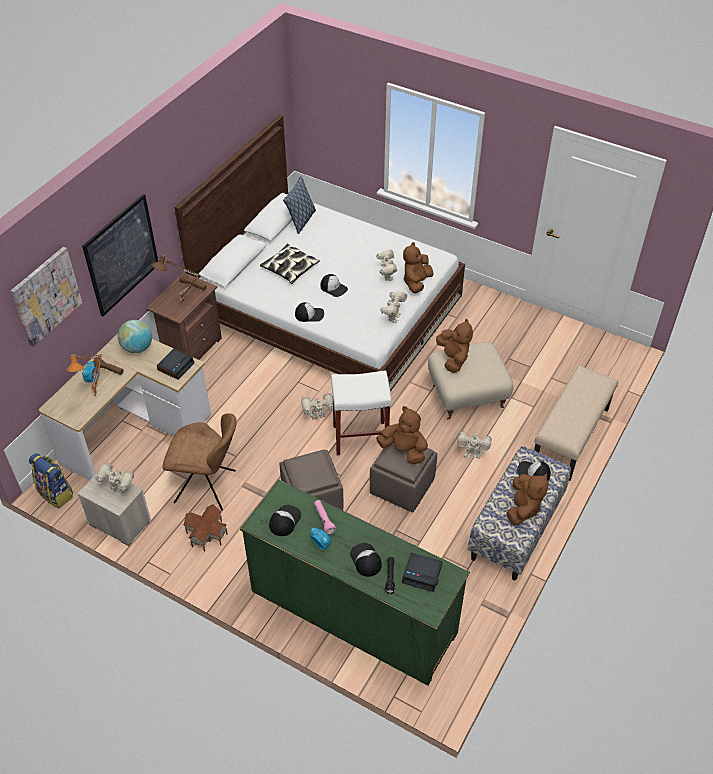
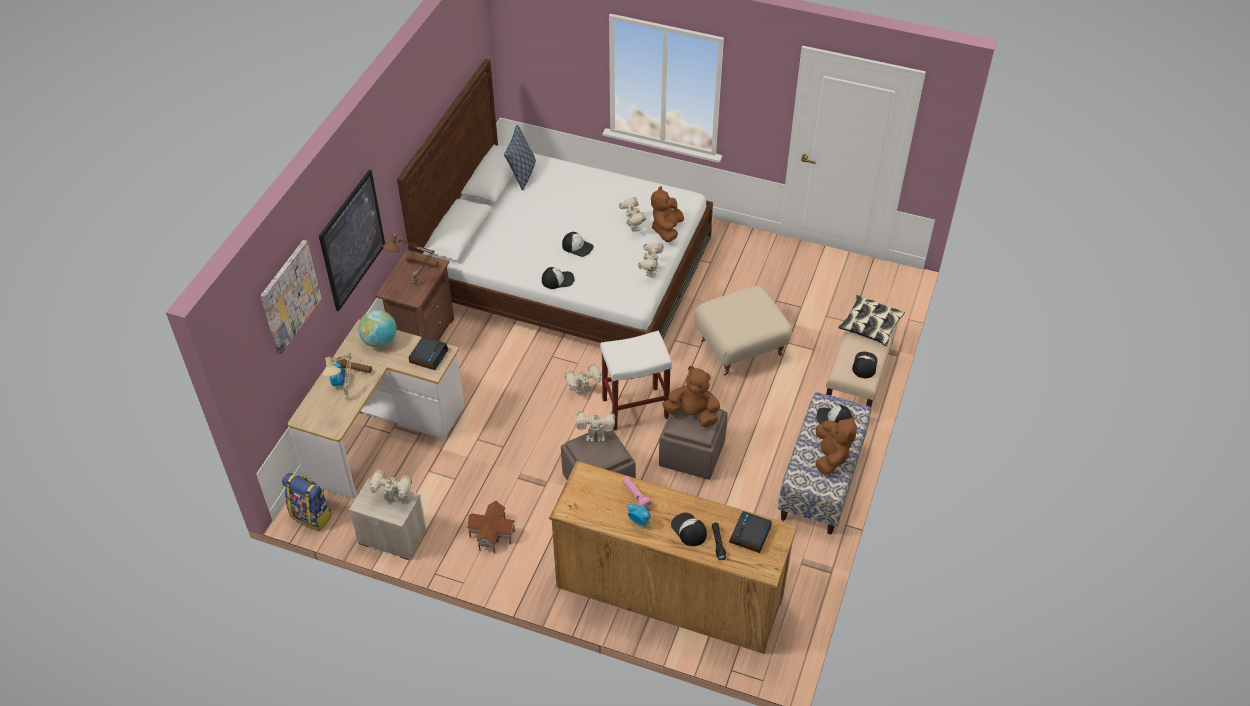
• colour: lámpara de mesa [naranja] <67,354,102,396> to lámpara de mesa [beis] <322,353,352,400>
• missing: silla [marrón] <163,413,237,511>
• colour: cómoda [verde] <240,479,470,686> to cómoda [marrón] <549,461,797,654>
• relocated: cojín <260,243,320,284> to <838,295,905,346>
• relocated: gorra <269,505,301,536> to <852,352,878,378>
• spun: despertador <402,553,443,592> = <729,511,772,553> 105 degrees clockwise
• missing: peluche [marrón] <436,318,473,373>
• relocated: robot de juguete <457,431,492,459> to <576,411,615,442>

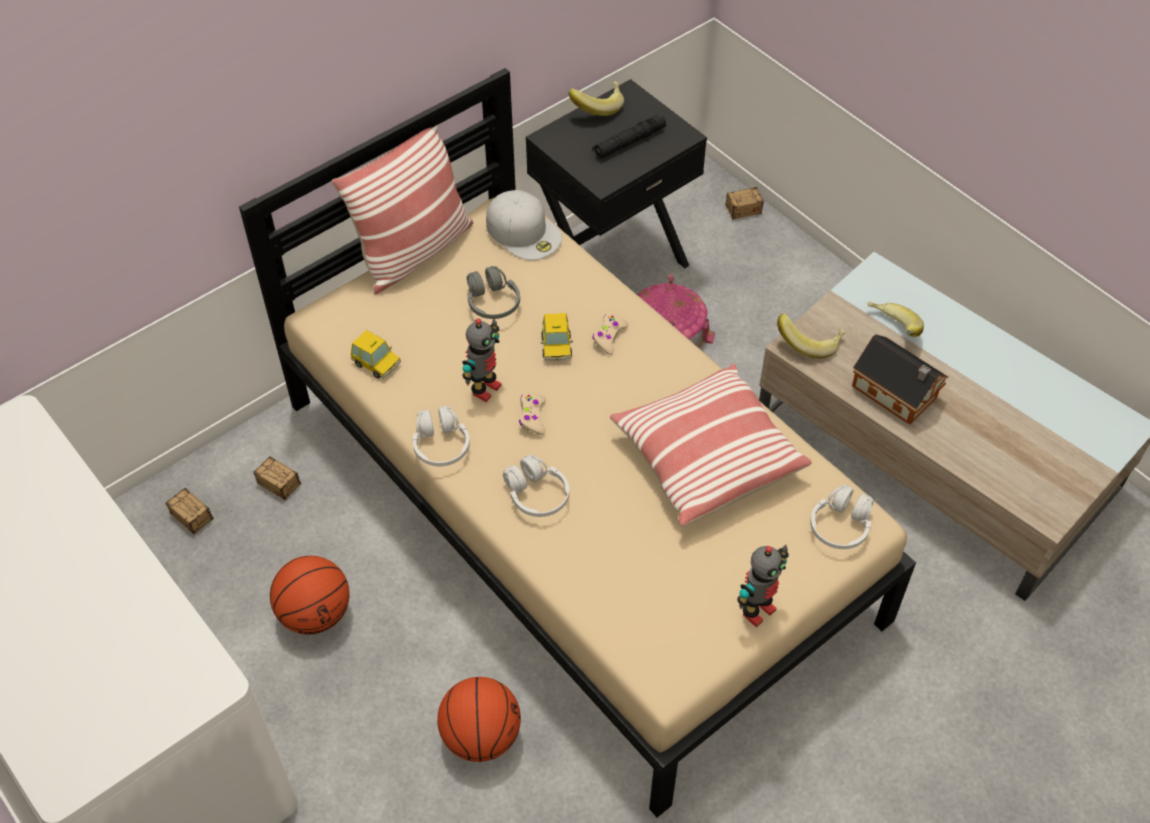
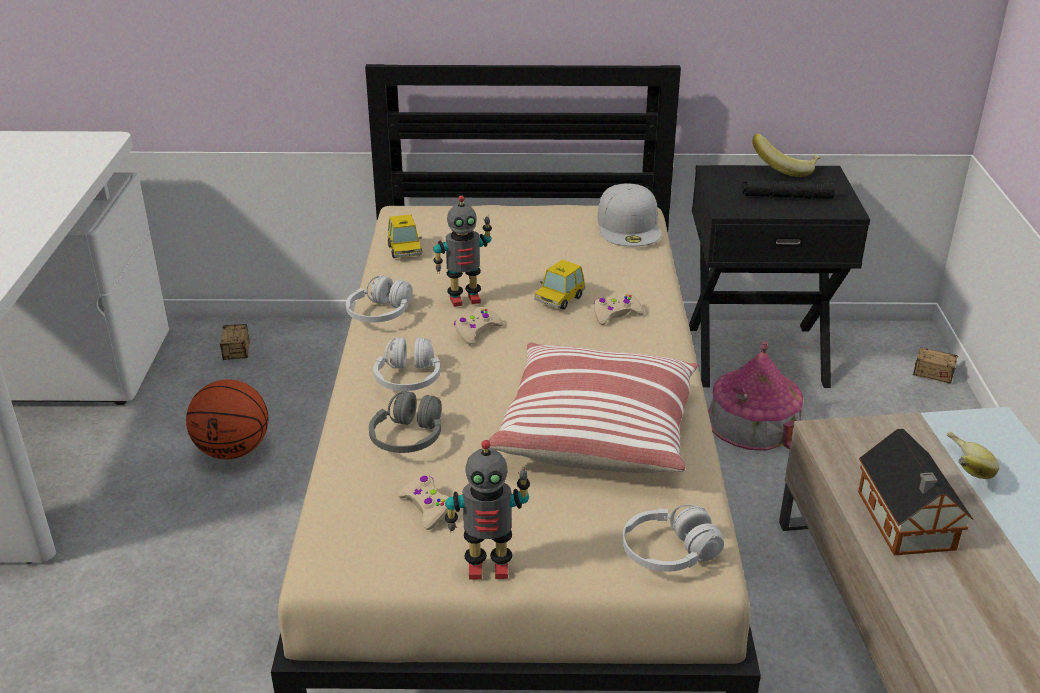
• missing: caja de almacenaje <253,456,330,500>
• missing: cojín <332,125,473,294>
• missing: balón de baloncesto <437,677,521,762>
• relocated: auriculares [gris] <467,266,520,319> to <369,391,442,453>
• missing: plátano <777,313,846,359>
• appeared: mando de consola [beis] <397,475,449,530>

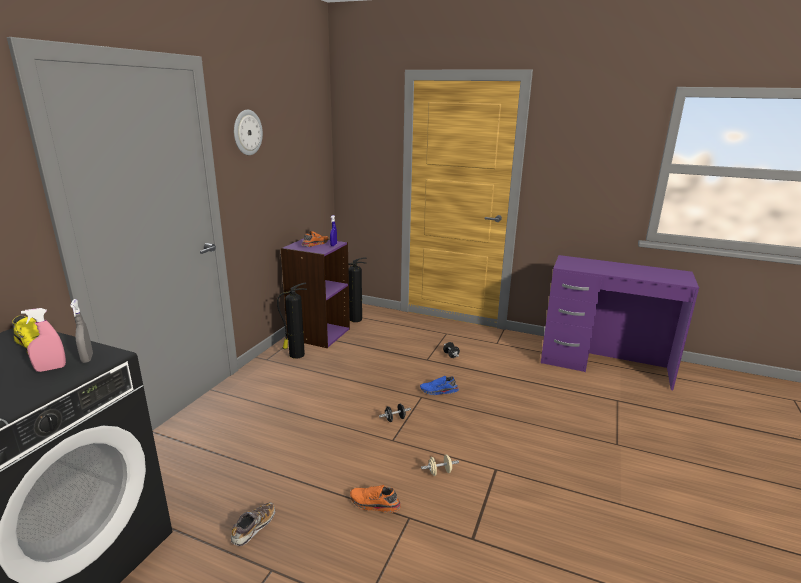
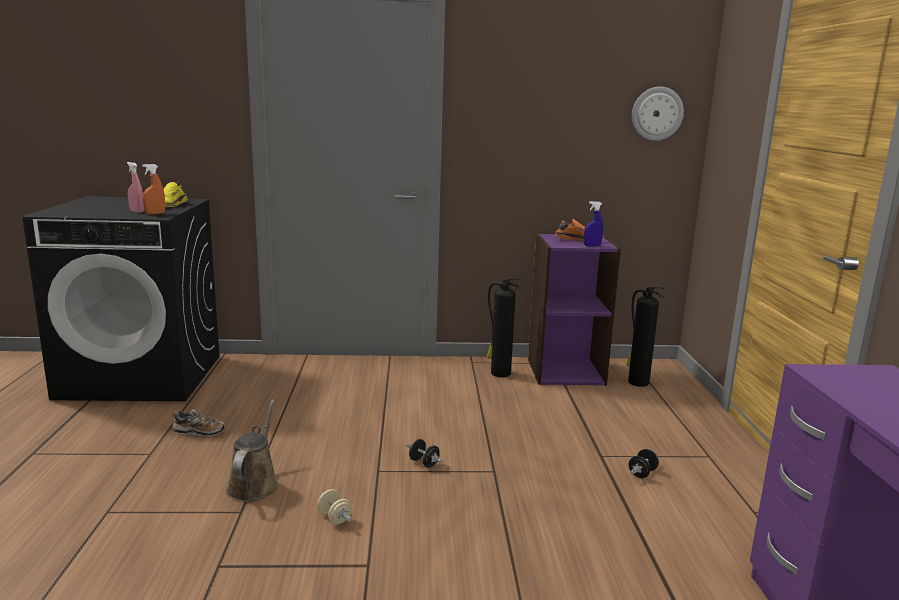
• colour: pulverizador [gris] <70,299,93,363> to pulverizador [naranja] <142,164,165,215>
• relocated: reloj de pared <234,110,263,155> to <632,87,684,141>
• exchanged: zapato [naranja] <350,485,401,513> to regadera [marrón] <226,399,278,502>
• missing: zapato [azul] <420,376,459,395>

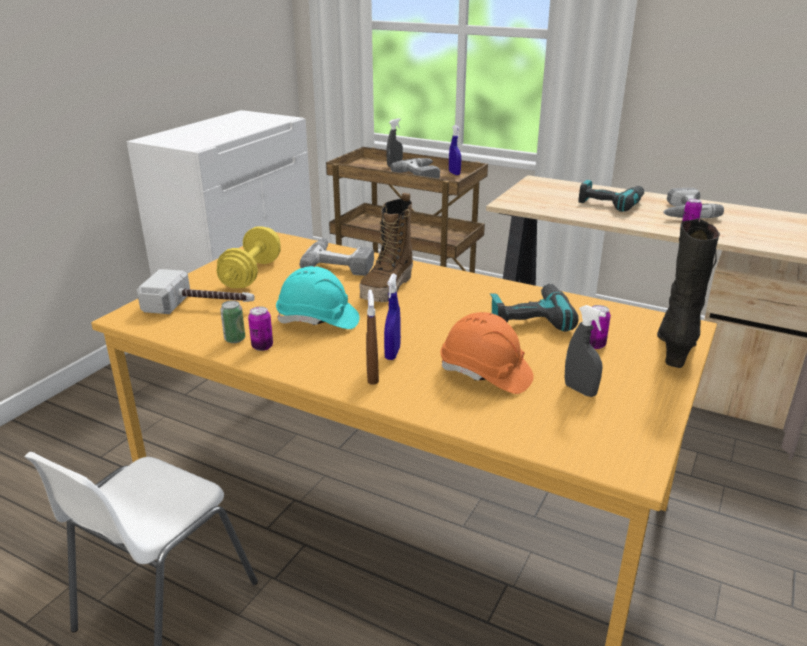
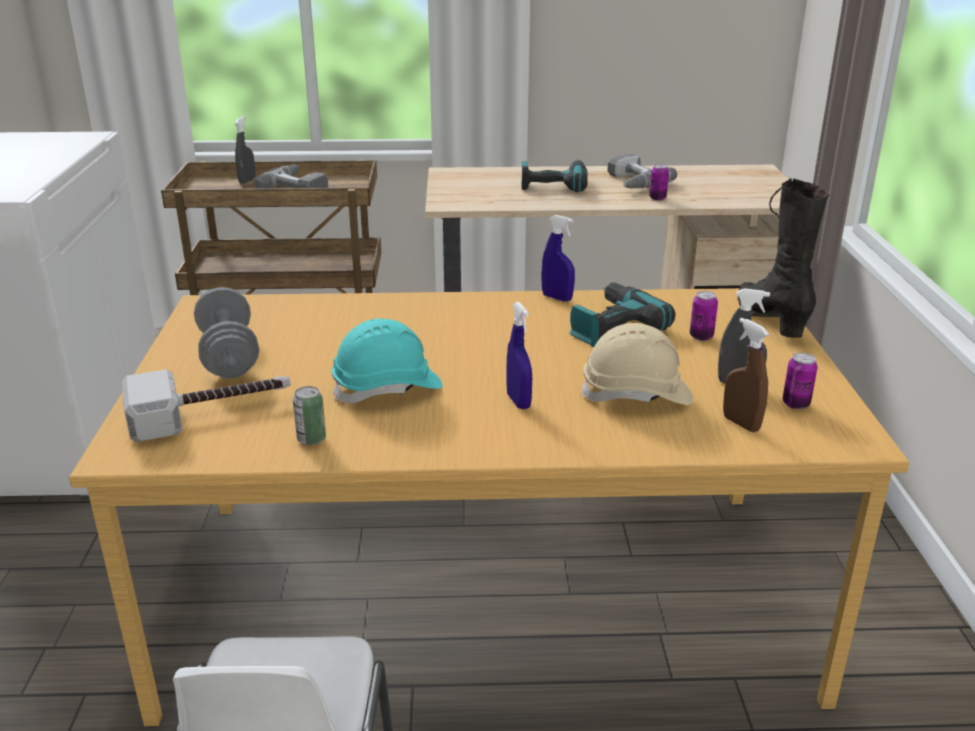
• colour: mancuerna [amarillo] <217,227,281,288> to mancuerna [gris] <194,287,259,378>
• relocated: lata <248,306,273,351> to <783,353,818,409>
• missing: taladro <300,238,374,276>
• missing: bota <359,193,413,302>
• relocated: pulverizador [marrón] <366,289,379,385> to <723,318,769,432>
• colour: casco [naranja] <440,312,533,394> to casco [beis] <581,323,693,405>
• relocated: pulverizador [azul] <449,125,461,175> to <541,215,575,301>

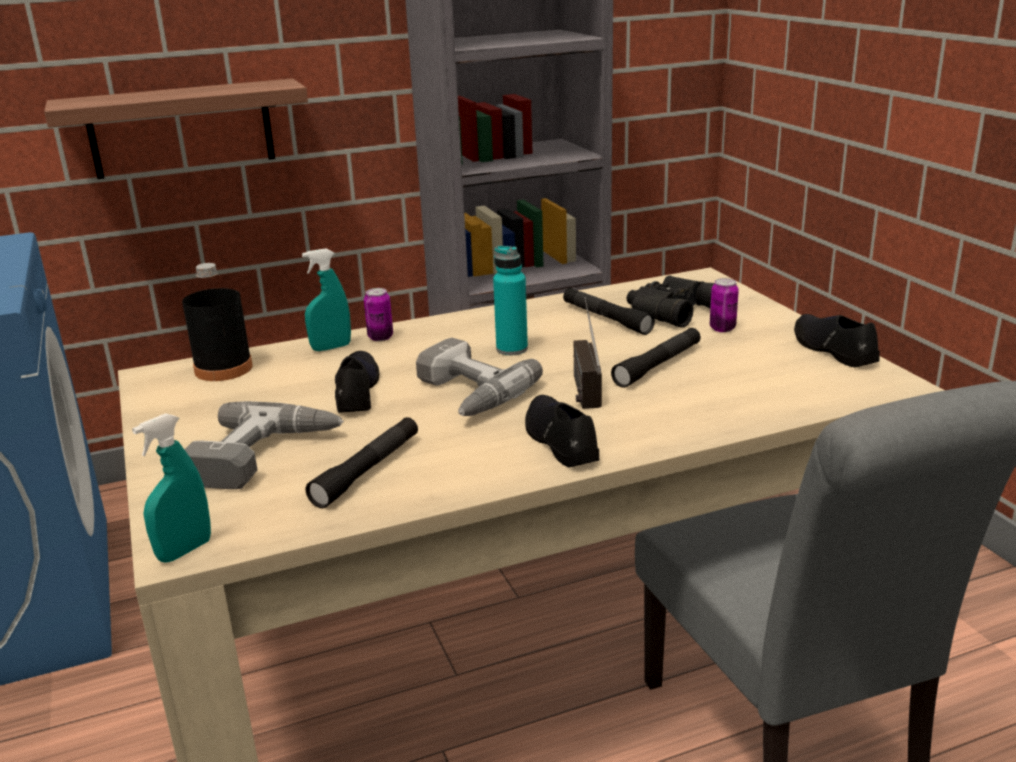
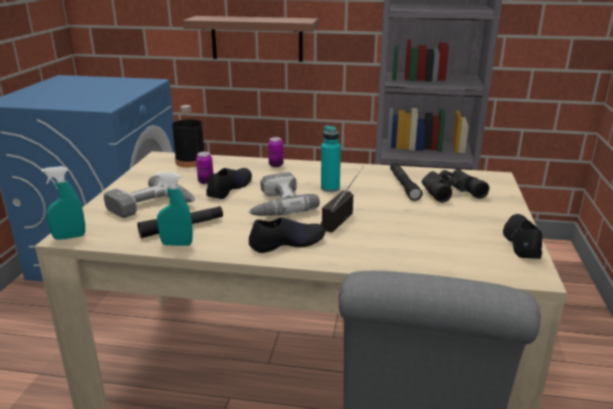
• relocated: pulverizador [turquesa] <302,248,351,351> to <155,172,193,246>
• spun: zapato [negro] <525,395,599,467> = <249,218,325,253> 60 degrees clockwise
• missing: linterna [negro] <611,328,701,388>
• relocated: lata <710,278,739,332> to <196,152,213,184>

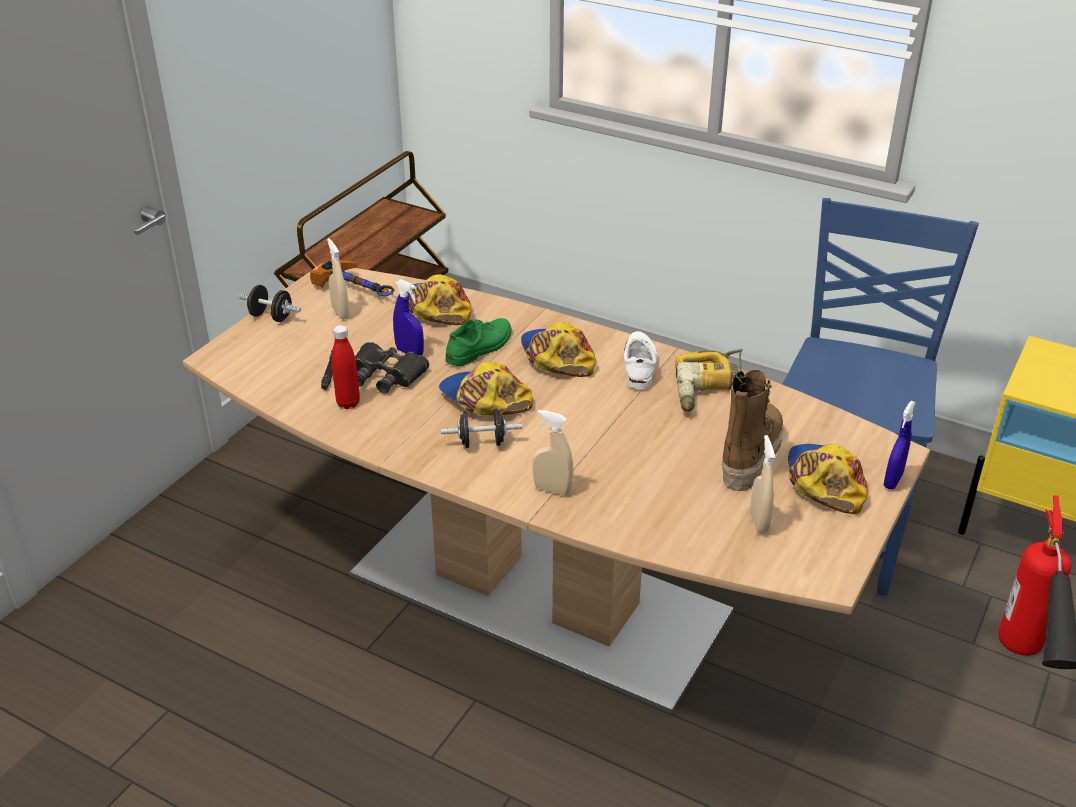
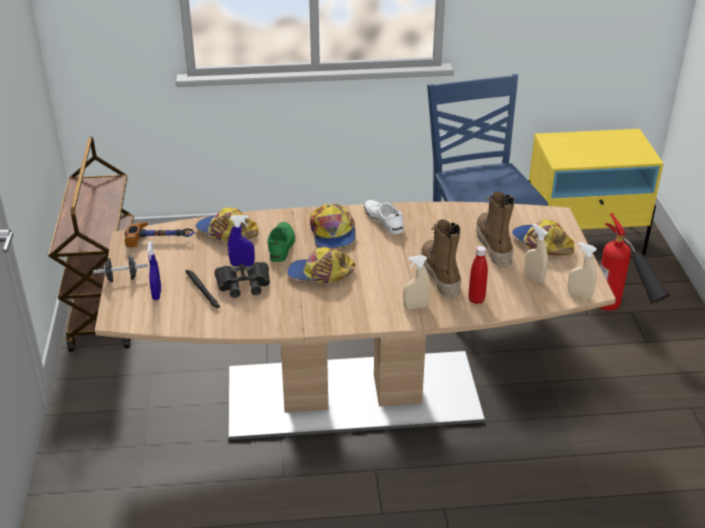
• relocated: pulverizador [beis] <327,238,349,320> to <568,242,597,299>
• relocated: botella [rojo] <332,325,360,409> to <468,246,488,304>
• missing: mancuerna [negro] <441,409,522,448>
• spun: gorra <521,322,596,377> = <310,203,356,249> 135 degrees counterclockwise
• missing: taladro <675,349,743,412>
• relocated: pulverizador [azul] <884,401,916,489> to <147,241,161,300>
• appeared: bota <421,219,461,298>

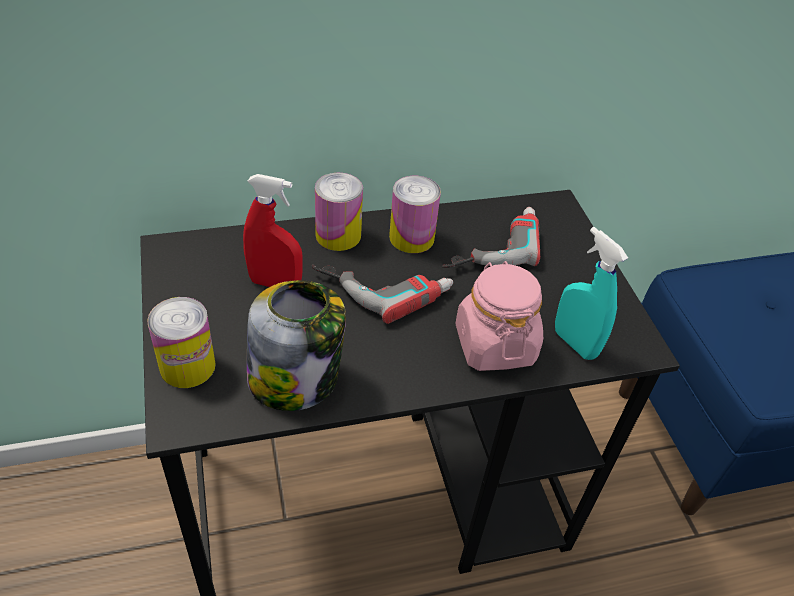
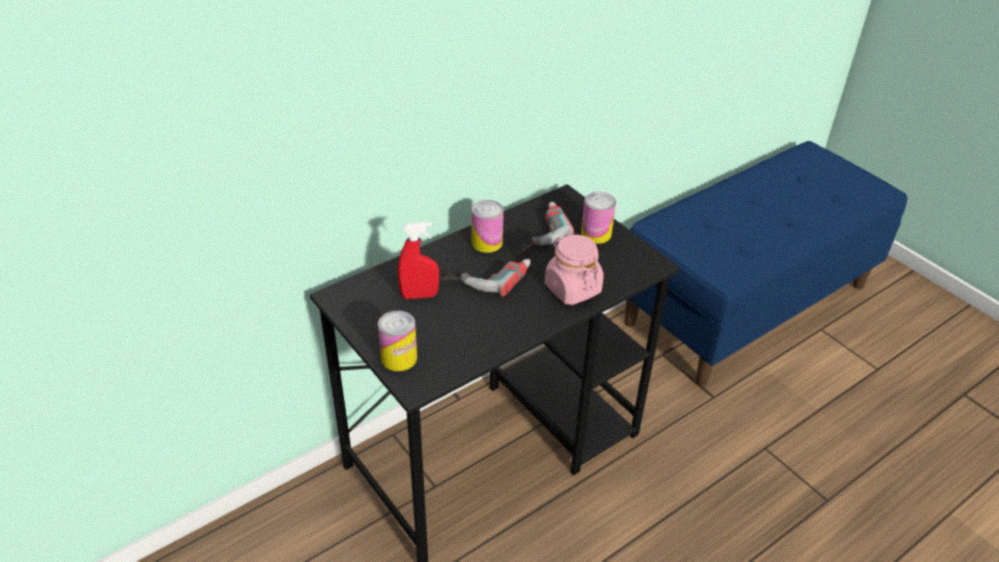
• missing: tarro <247,280,346,411>
• relocated: lata <315,173,363,251> to <581,192,616,244>
• missing: pulverizador [turquesa] <555,227,628,360>

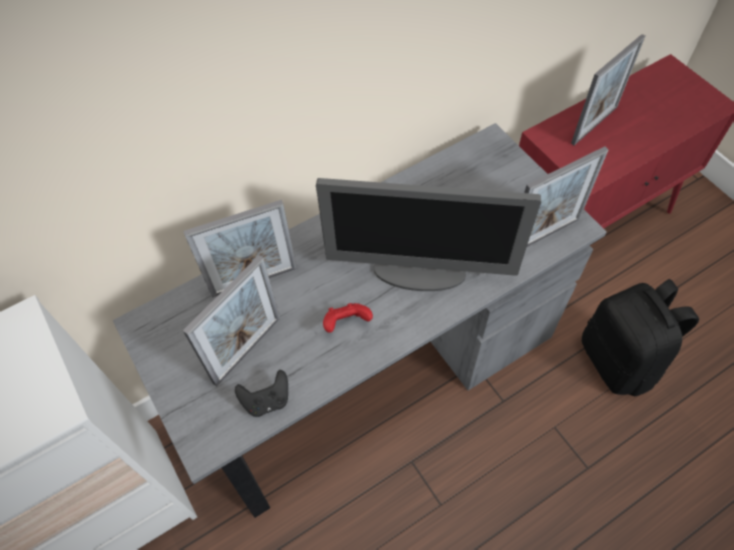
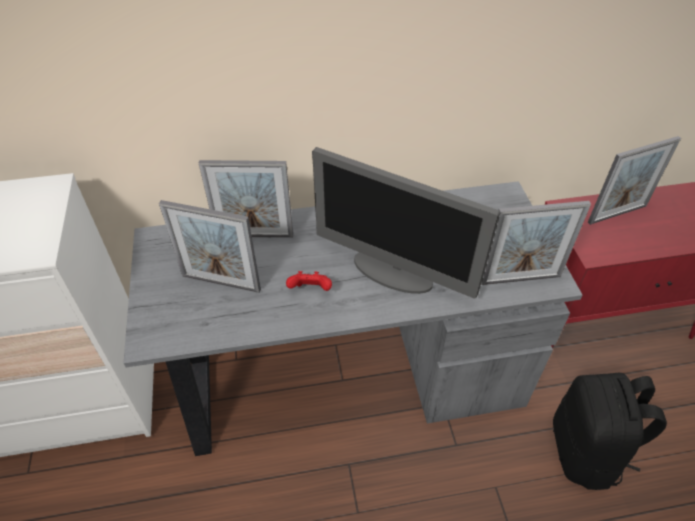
• spun: portarretratos <183,255,280,386> = <159,200,261,293> 45 degrees clockwise
• missing: mando de consola [negro] <235,370,288,417>

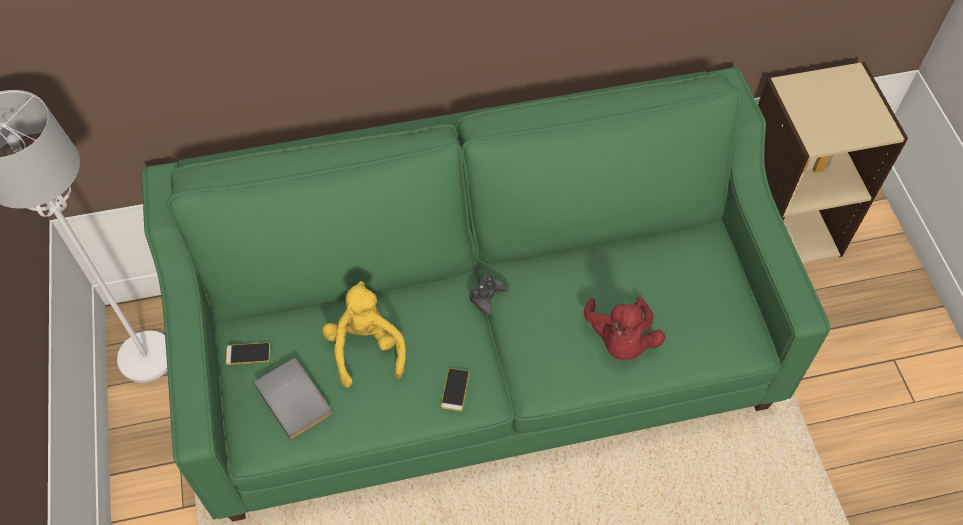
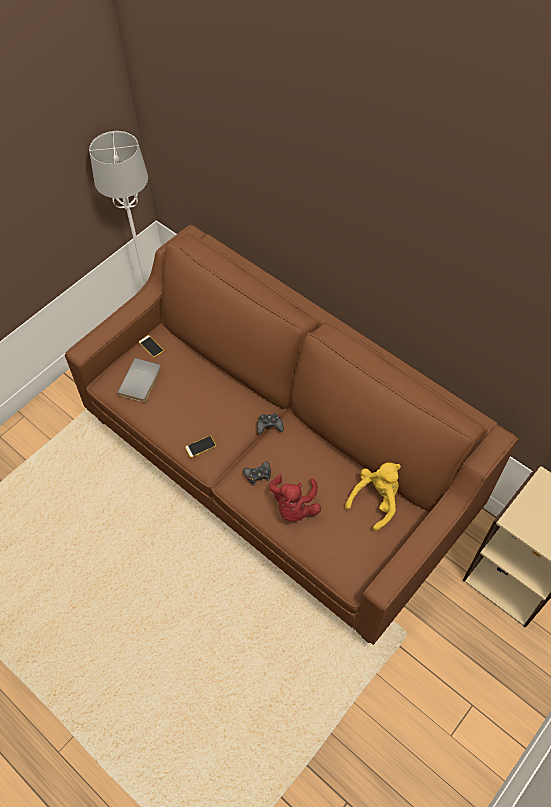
• colour: sofá [verde] <142,67,830,521> to sofá [marrón] <65,225,519,645>
• relocated: peluche [amarillo] <322,281,406,388> to <345,463,401,531>
• spun: peluche [rojo] <584,296,665,360> = <269,474,321,521> 45 degrees counterclockwise
• appeared: mando de consola [negro] <243,461,271,485>

